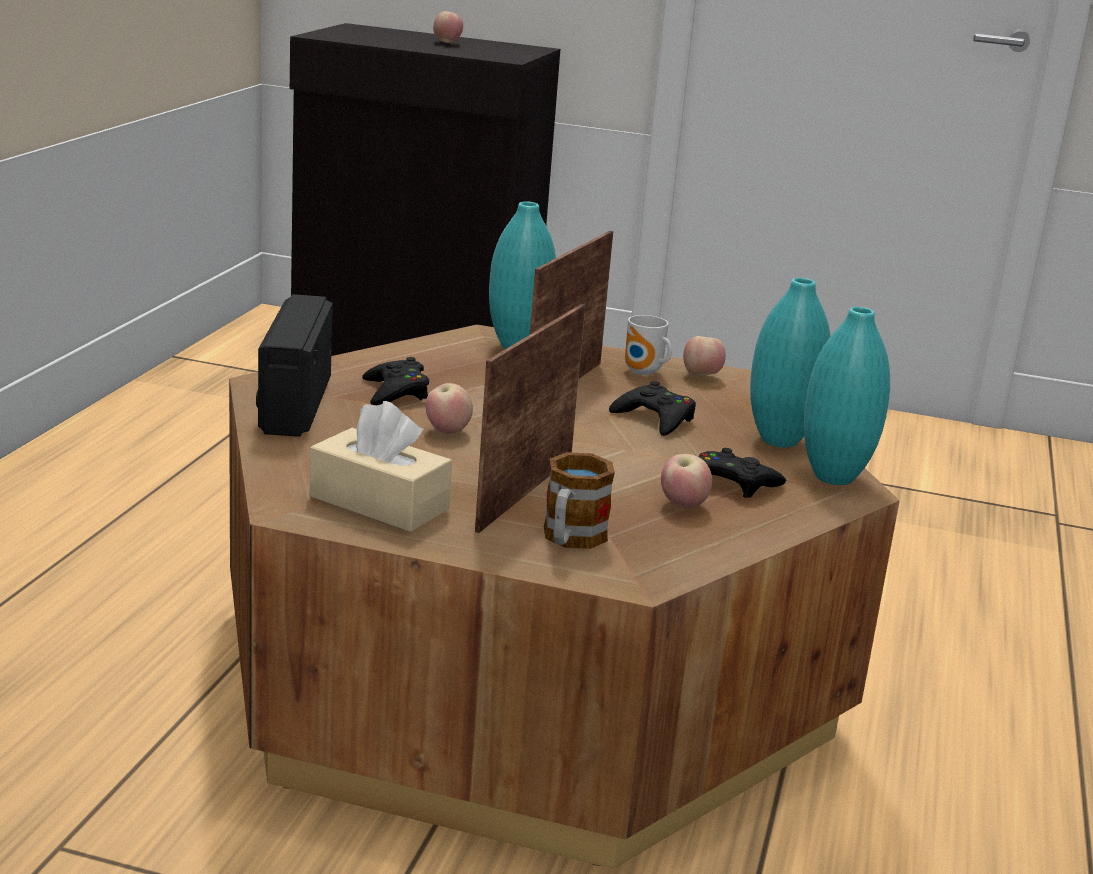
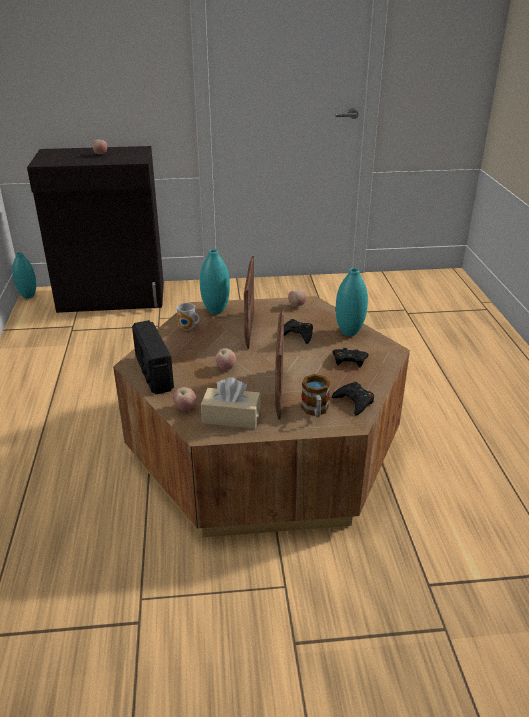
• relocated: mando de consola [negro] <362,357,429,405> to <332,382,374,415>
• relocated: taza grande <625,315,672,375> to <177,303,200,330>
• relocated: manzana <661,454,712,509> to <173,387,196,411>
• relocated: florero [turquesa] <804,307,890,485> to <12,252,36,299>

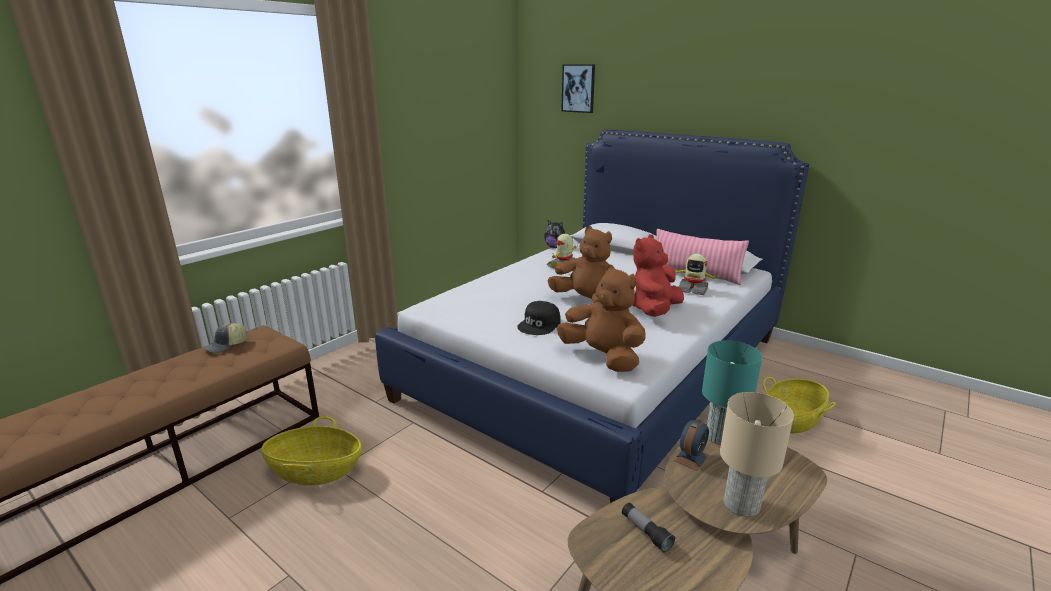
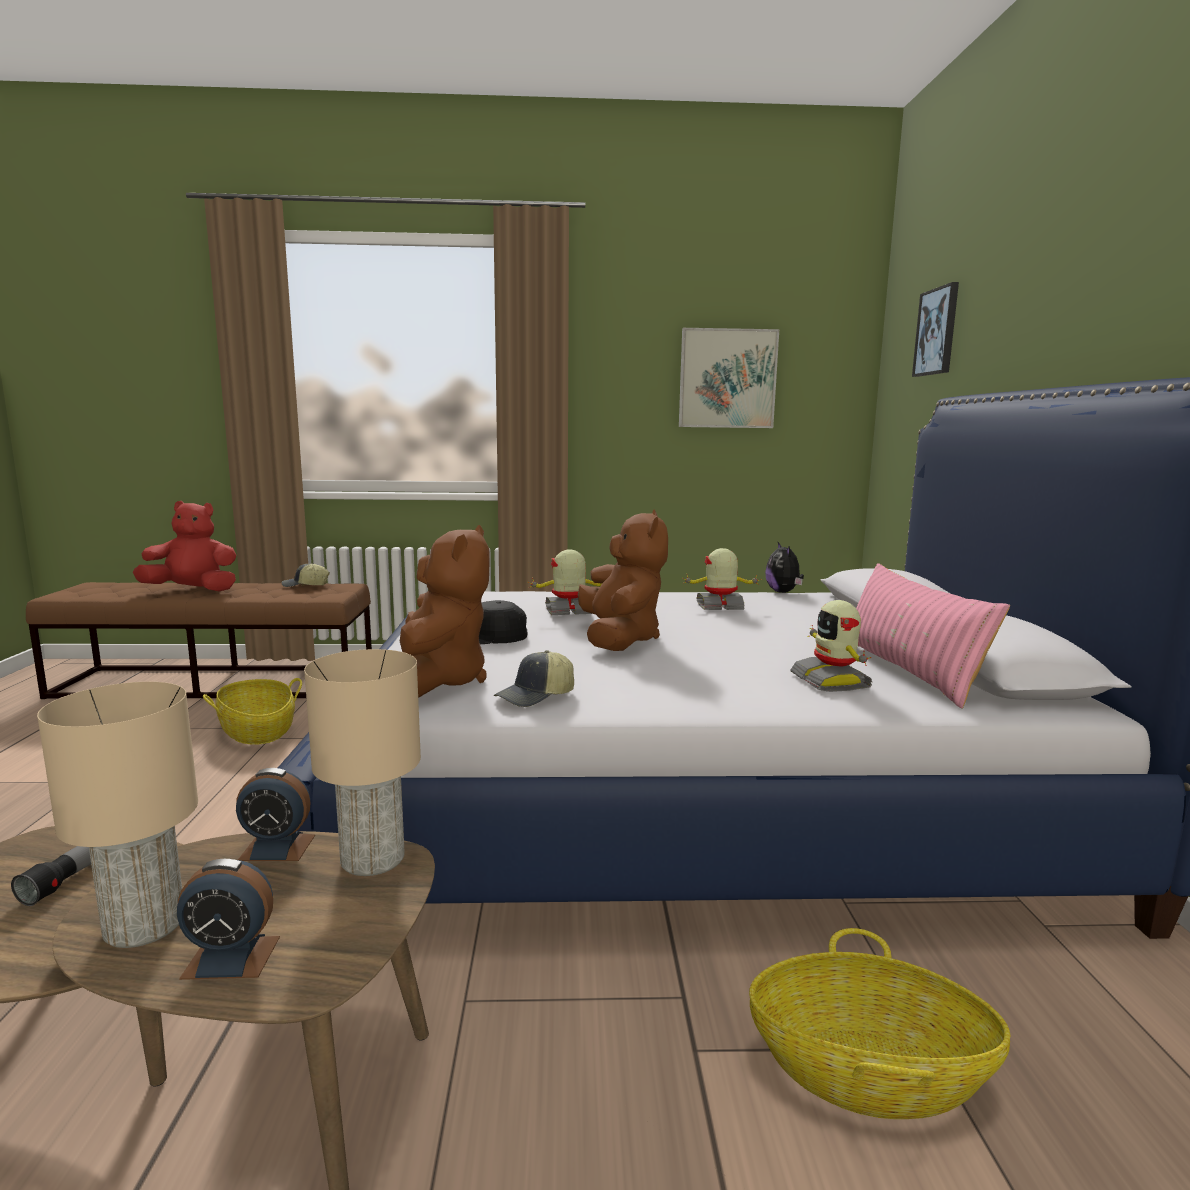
• relocated: peluche [rojo] <633,234,684,317> to <133,501,237,592>
• colour: lámpara de mesa [turquesa] <702,340,762,445> to lámpara de mesa [beis] <304,649,421,876>
• appeared: despertador <177,859,280,980>
• appeared: gorra <494,650,574,707>
• appeared: robot de juguete <528,550,602,615>
• appeared: cuadro <679,328,779,428>

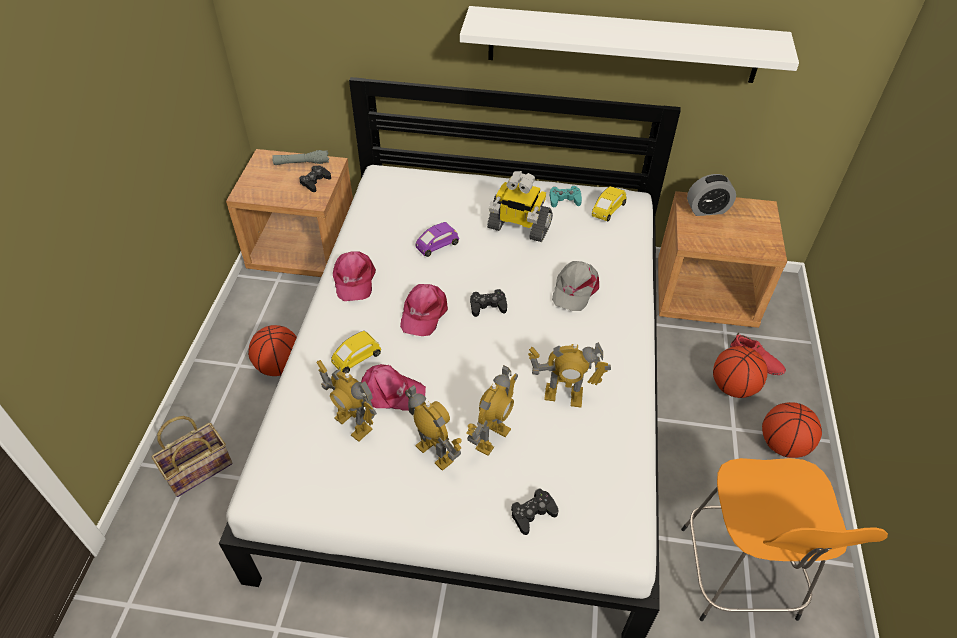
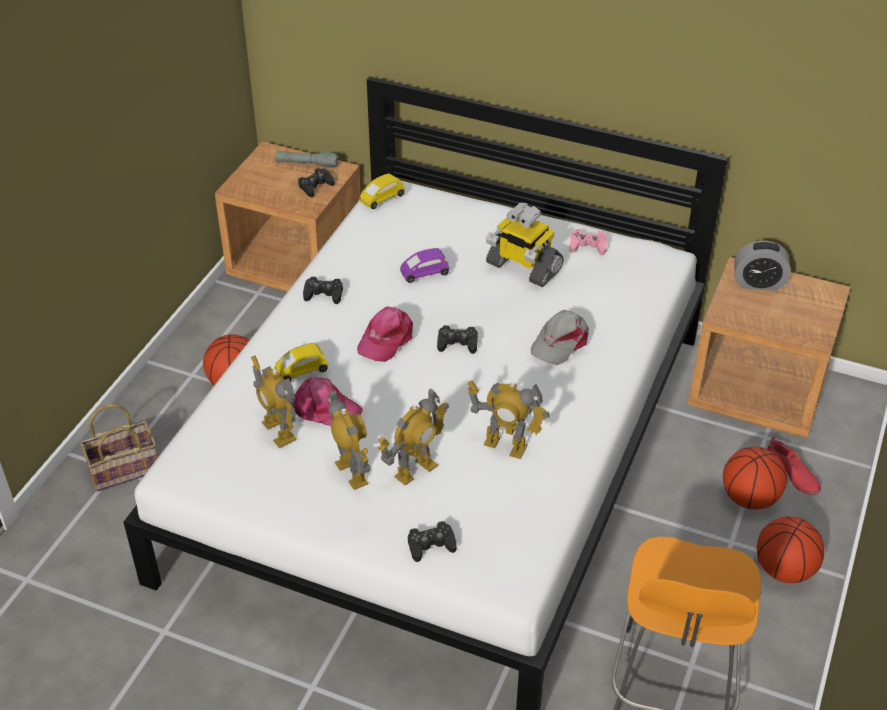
• exchanged: gorra [rosa] <333,251,376,301> to mando de consola [negro] <303,277,343,304>
• missing: estante [blanco] <460,6,799,83>
• colour: mando de consola [turquesa] <550,186,582,207> to mando de consola [rosa] <569,229,607,255>
• relocated: coche de juguete [amarillo] <592,186,627,221> to <360,173,405,209>

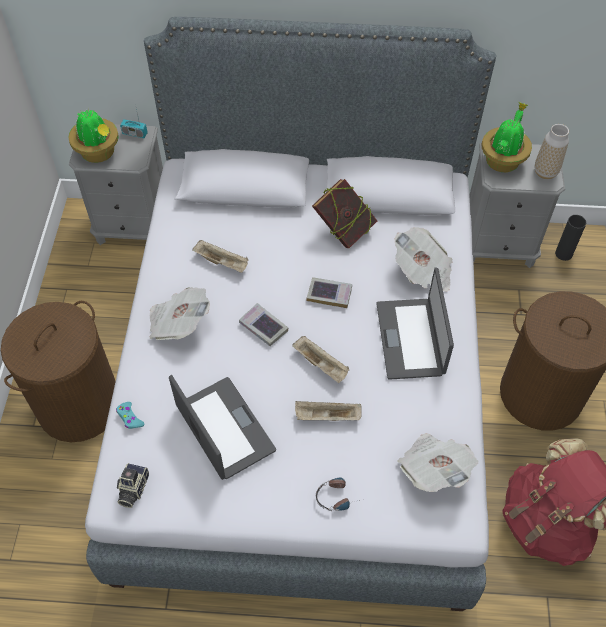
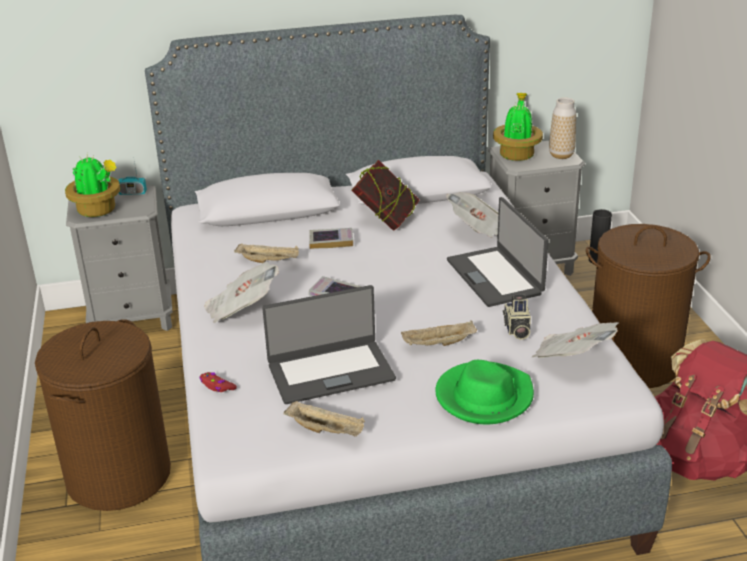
• colour: mando de consola [turquesa] <116,402,144,429> to mando de consola [rojo] <199,372,237,392>
• relocated: cámara <117,463,149,508> to <503,295,531,340>
• spun: portátil <169,375,276,480> = <262,285,396,404> 120 degrees clockwise
• relocated: bandeja [beis] <292,336,349,383> to <284,401,365,437>
• relocated: libro <307,277,352,308> to <309,228,353,249>
• exchanged: auriculares <316,477,360,511> to sombrero [verde] <435,360,534,424>

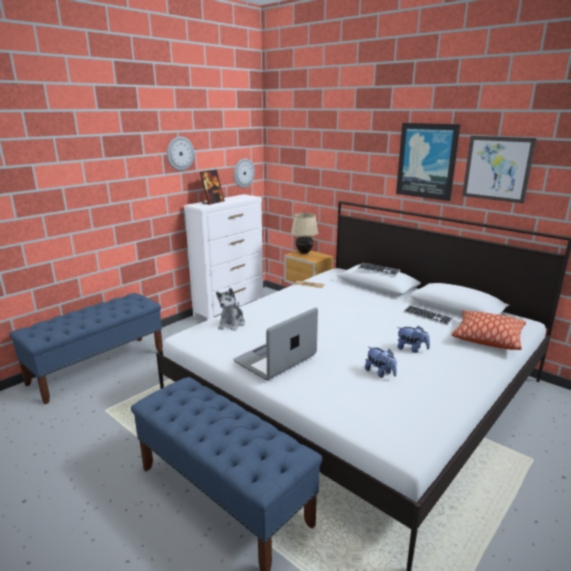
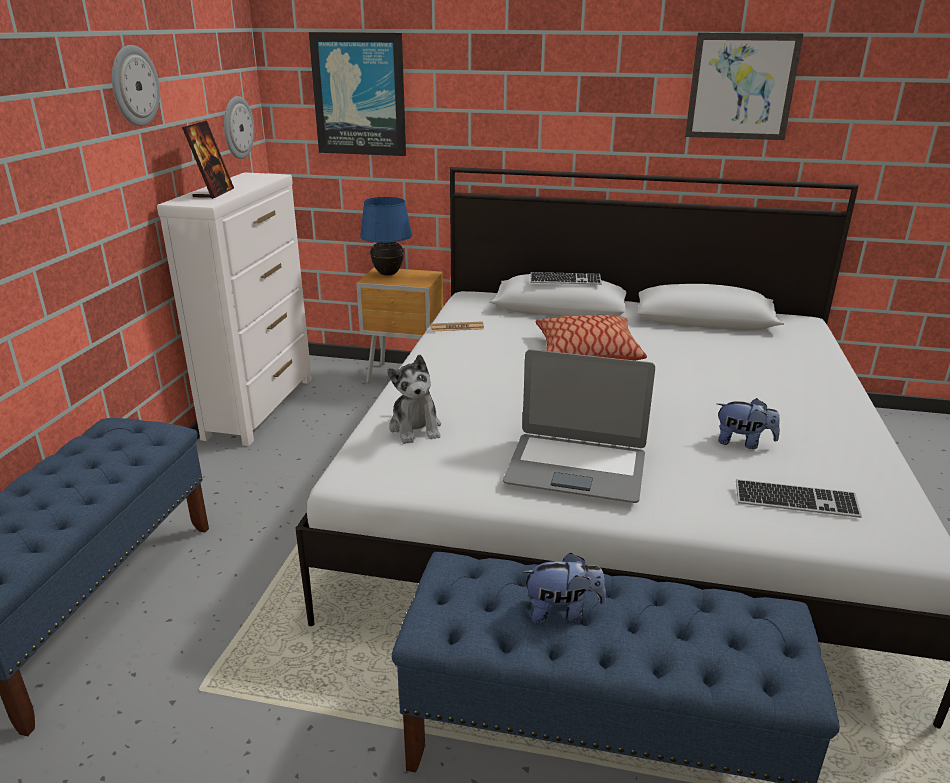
• spun: portátil <233,307,318,380> = <503,349,655,503> 90 degrees counterclockwise
• colour: lámpara de mesa [beis] <291,213,318,254> to lámpara de mesa [azul] <360,197,412,276>
• relocated: cuadro <396,123,460,201> to <309,32,406,156>
• relocated: peluche <397,326,430,353> to <522,553,606,624>
• relocated: teclado <404,305,453,325> to <736,479,862,518>
• relocated: cojín <452,310,526,350> to <536,315,647,361>

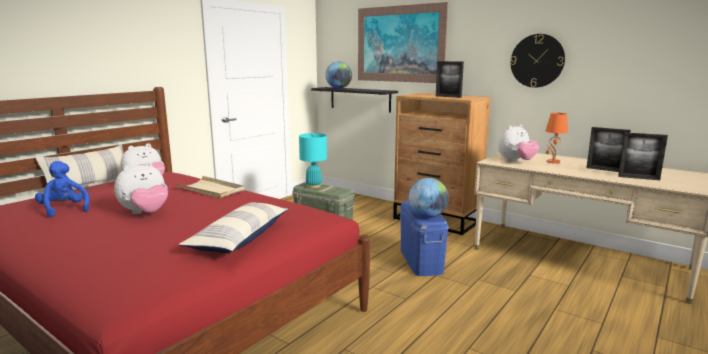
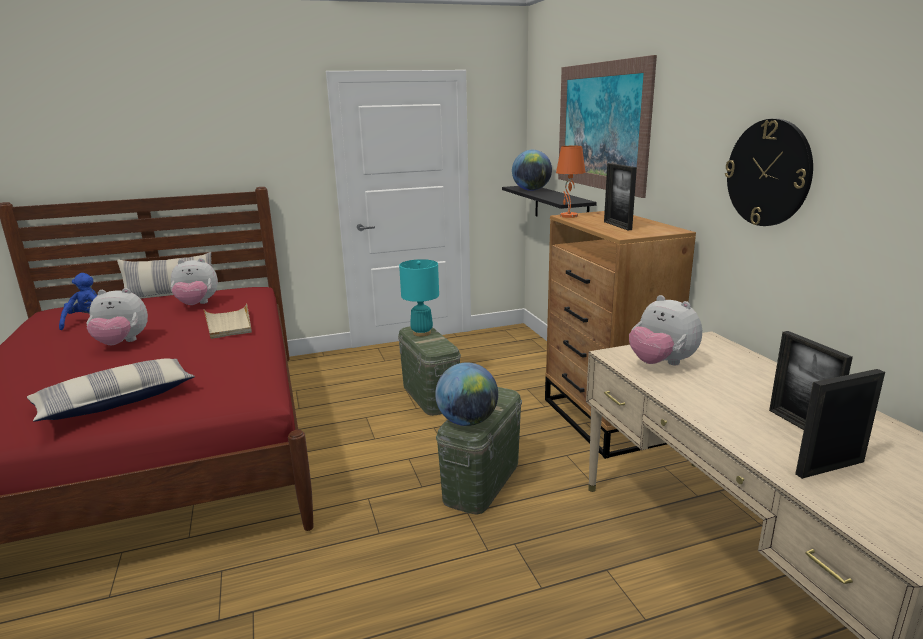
• colour: caja de almacenaje [azul] <400,201,449,276> to caja de almacenaje [verde] <436,387,522,515>
• spun: peluche <498,124,539,162> = <629,295,702,365> 45 degrees clockwise
• relocated: lámpara de mesa [naranja] <546,113,568,164> to <556,146,586,218>
• spun: portarretratos <618,133,668,180> = <795,369,885,479> 105 degrees clockwise

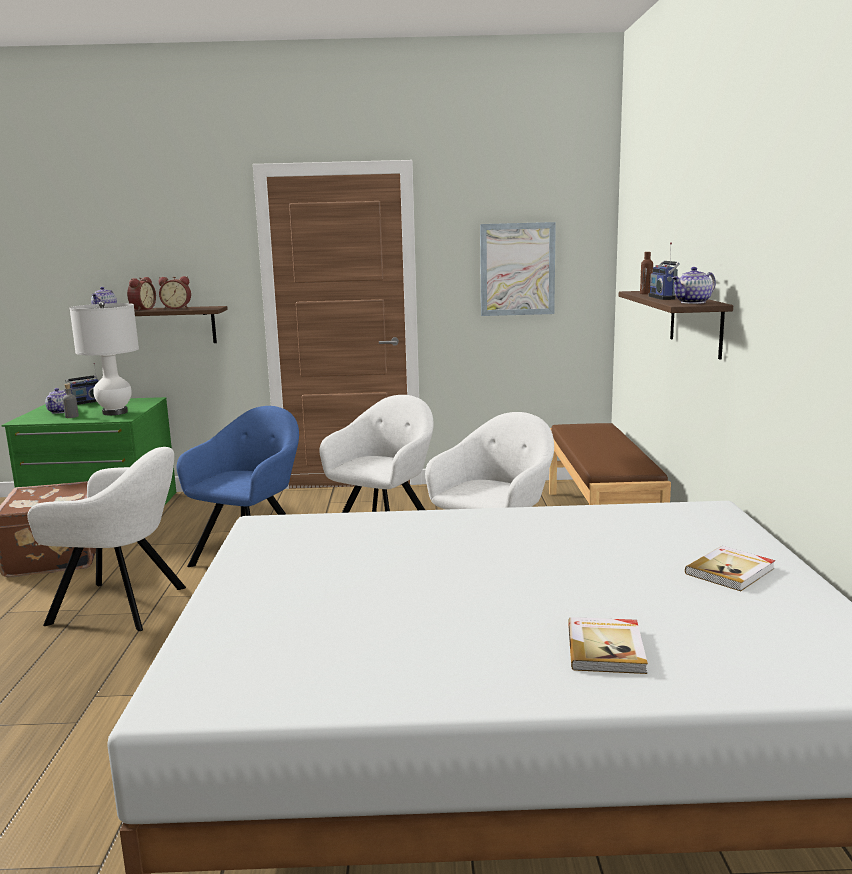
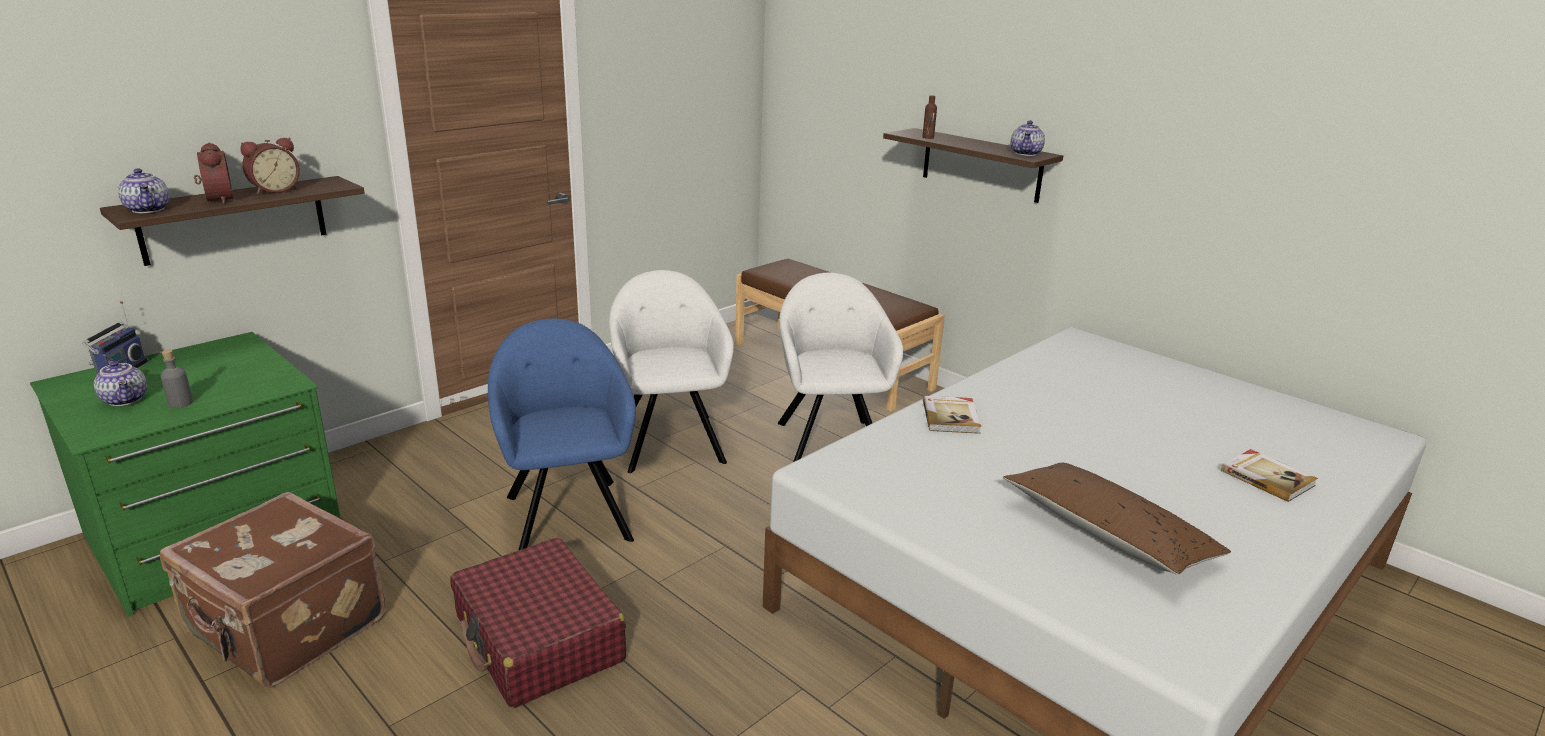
• exchanged: sillón [blanco] <27,447,186,631> to maleta [rojo] <450,538,626,708>
• missing: lámpara de mesa [blanco] <69,302,139,415>
• missing: cuadro <480,222,556,316>
• missing: radio <648,242,680,300>
• relocated: libro <685,546,775,591> to <923,396,981,434>
• appeared: cojín [marrón] <1003,463,1231,575>

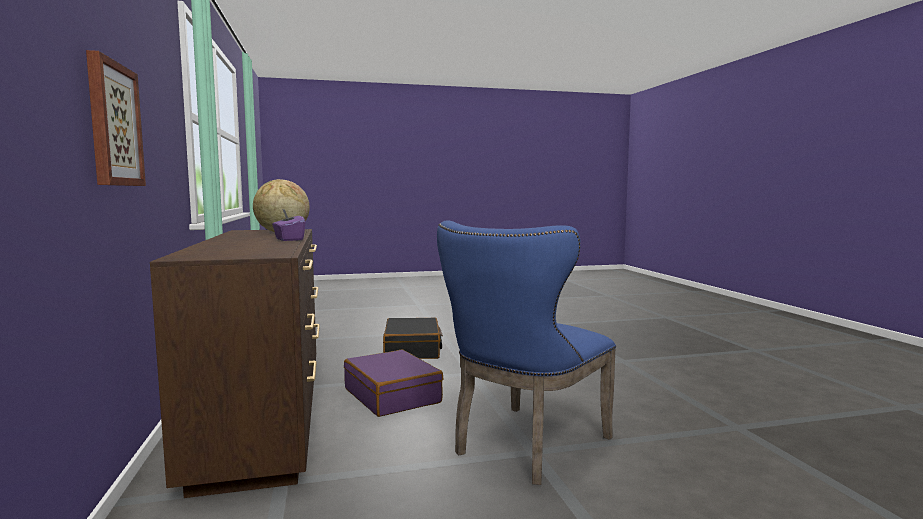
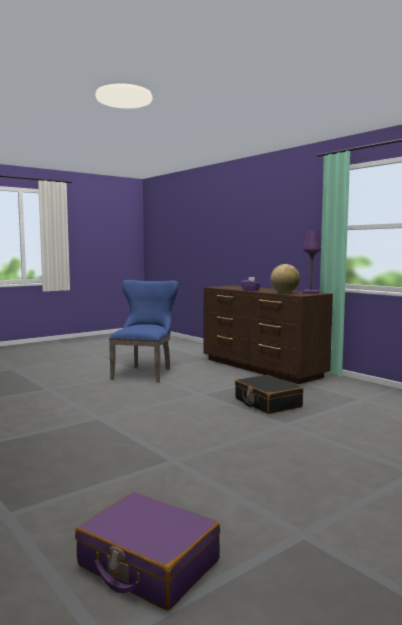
• missing: cuadro <86,50,146,186>
• relocated: maleta [morado] <344,350,443,417> to <75,492,220,610>
• appeared: lámpara de mesa [morado] <303,230,321,294>

